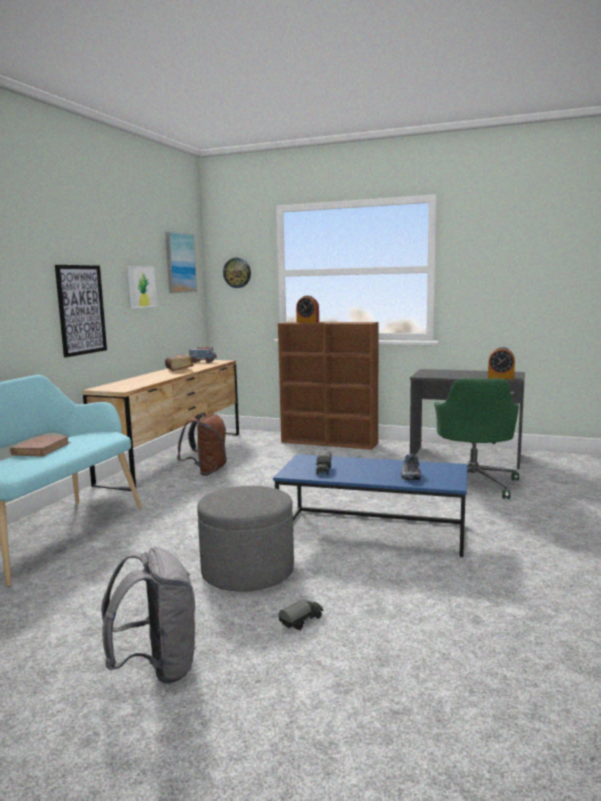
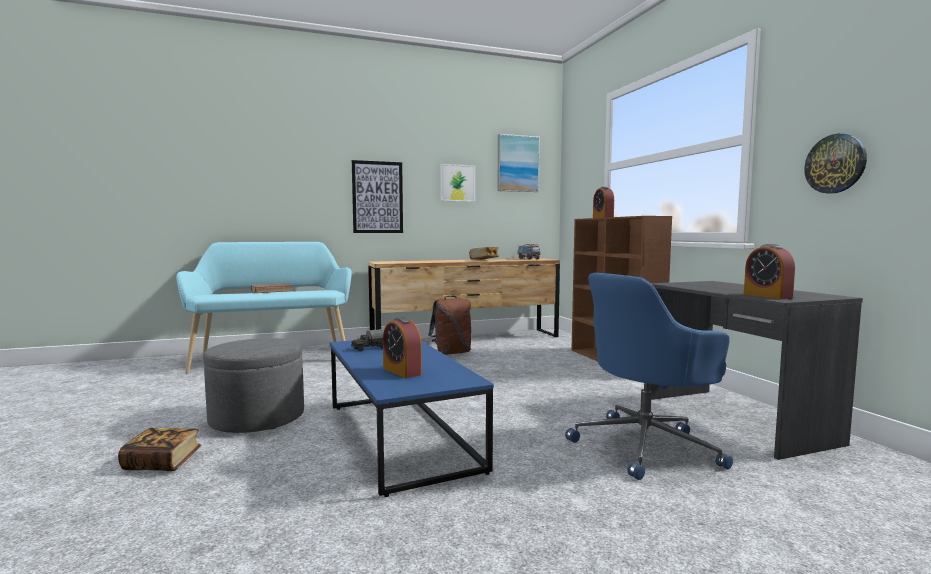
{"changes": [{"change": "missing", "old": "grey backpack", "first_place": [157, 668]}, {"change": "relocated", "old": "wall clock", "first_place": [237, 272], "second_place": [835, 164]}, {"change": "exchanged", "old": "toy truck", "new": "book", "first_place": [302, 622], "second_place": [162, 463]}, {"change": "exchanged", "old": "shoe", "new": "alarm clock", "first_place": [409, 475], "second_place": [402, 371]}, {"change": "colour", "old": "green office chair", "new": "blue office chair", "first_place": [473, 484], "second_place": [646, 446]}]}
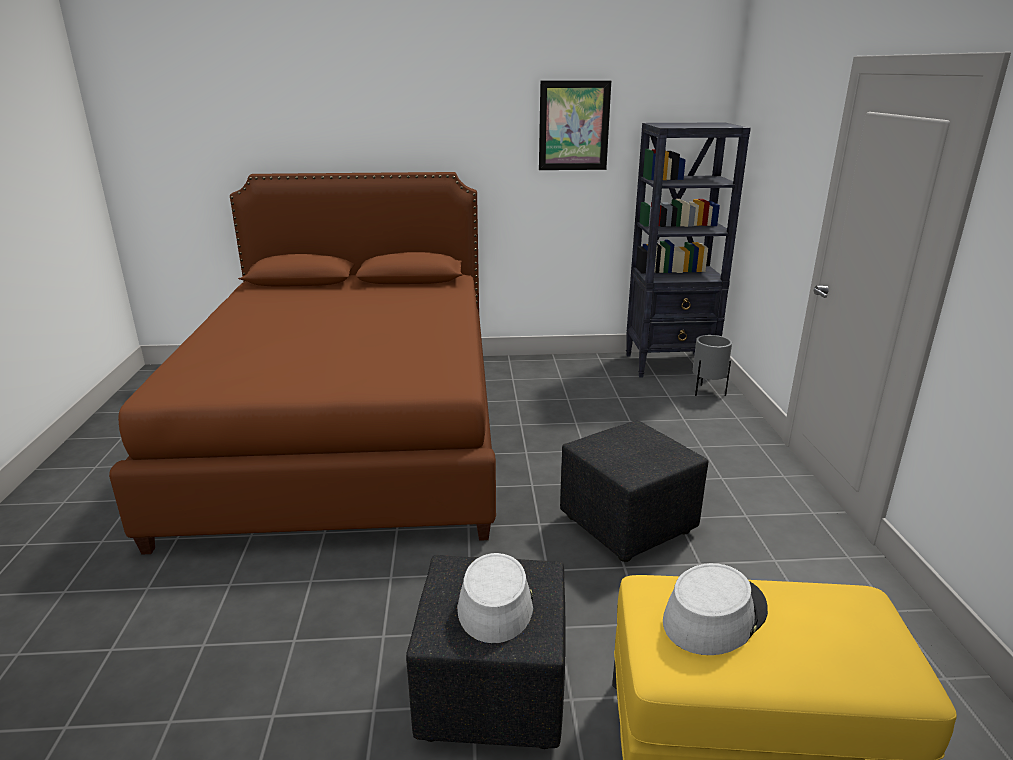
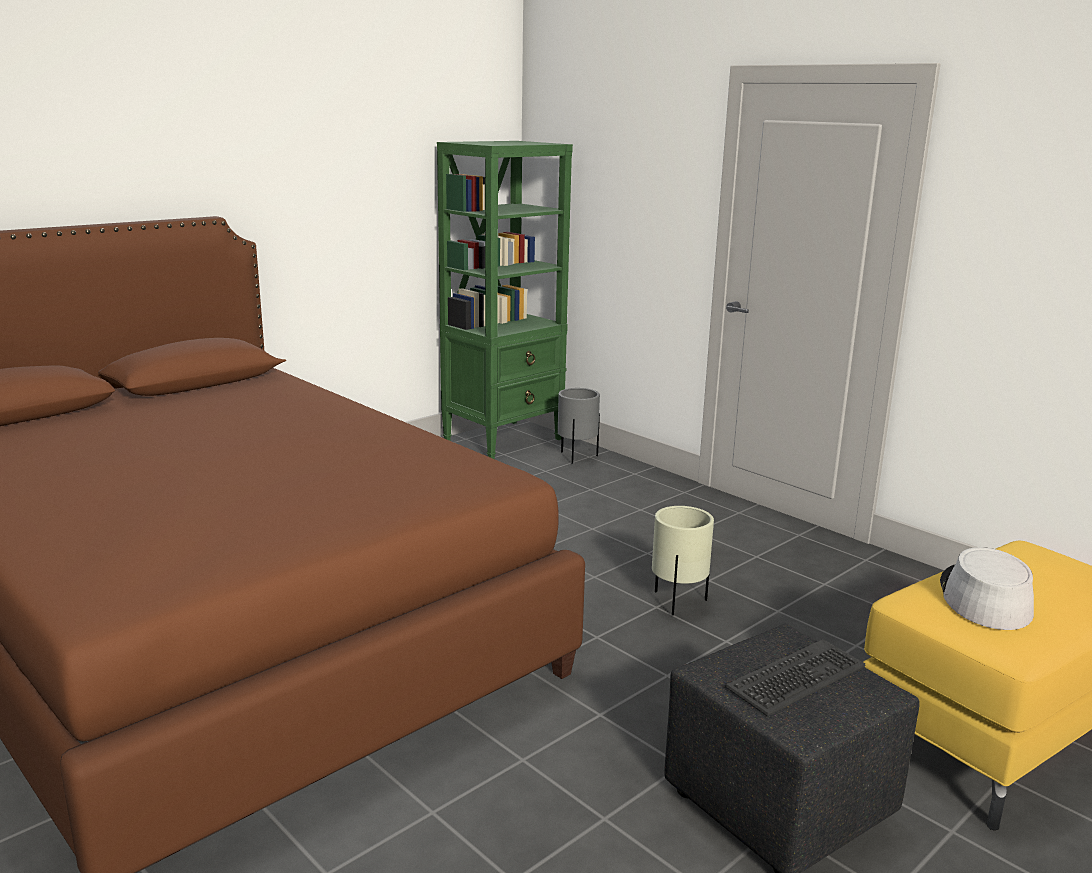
{"changes": [{"change": "missing", "old": "picture", "first_place": [574, 126]}, {"change": "exchanged", "old": "grey hat", "new": "keyboard", "first_place": [495, 601], "second_place": [797, 678]}, {"change": "exchanged", "old": "black ottoman", "new": "beige planter", "first_place": [629, 525], "second_place": [678, 603]}, {"change": "colour", "old": "black bookcase", "new": "green bookcase", "first_place": [670, 365], "second_place": [504, 440]}]}
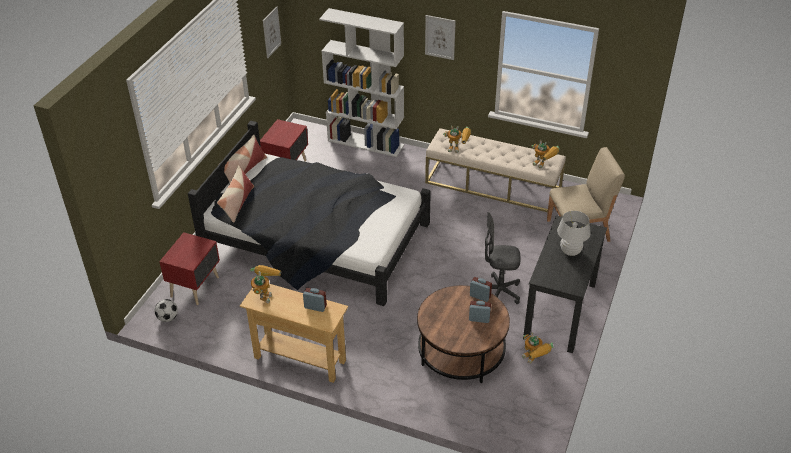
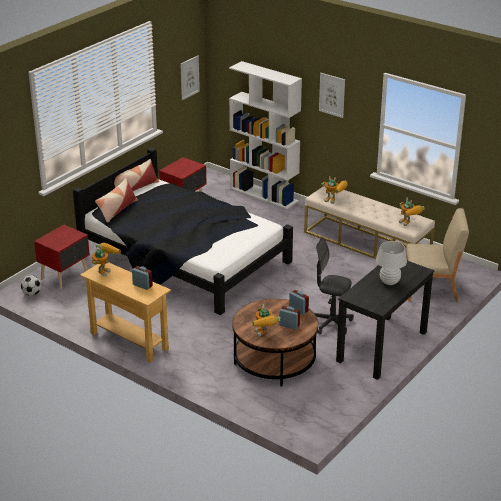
{"changes": [{"change": "relocated", "old": "toy robot", "first_place": [534, 360], "second_place": [264, 335]}]}
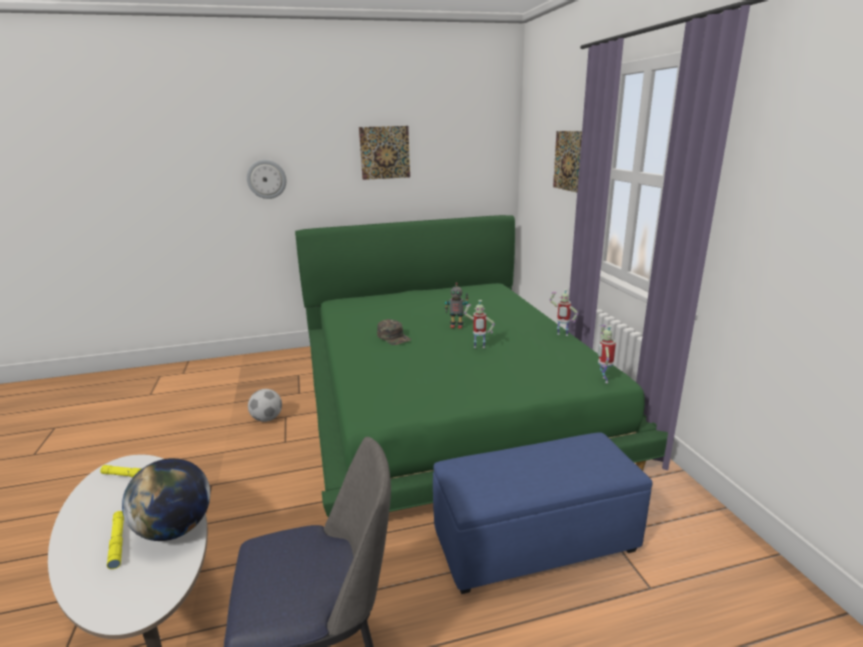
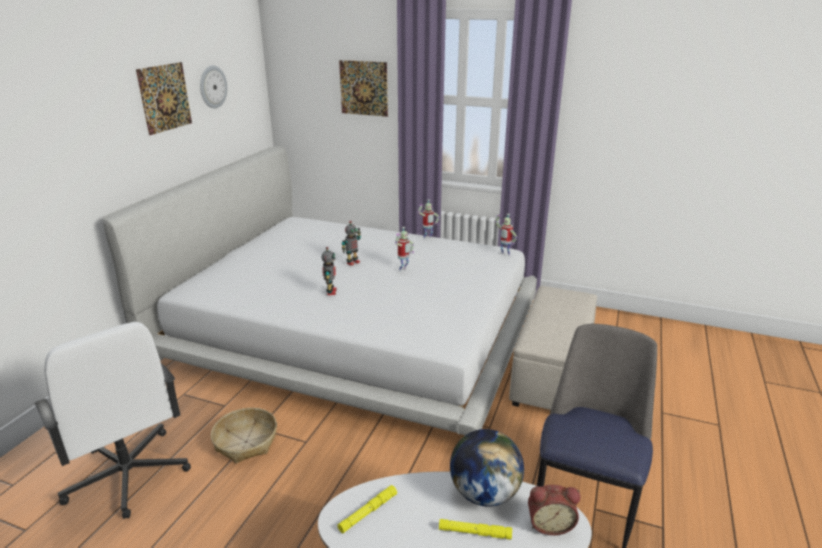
{"changes": [{"change": "appeared", "new": "white office chair", "second_place": [128, 475]}, {"change": "appeared", "new": "alarm clock", "second_place": [549, 523]}, {"change": "relocated", "old": "wall clock", "first_place": [266, 179], "second_place": [212, 87]}, {"change": "exchanged", "old": "football", "new": "basket", "first_place": [267, 419], "second_place": [246, 441]}, {"change": "exchanged", "old": "green cap", "new": "toy robot", "first_place": [394, 337], "second_place": [330, 292]}, {"change": "colour", "old": "green bed", "new": "white bed", "first_place": [447, 395], "second_place": [352, 331]}, {"change": "colour", "old": "blue ottoman", "new": "beige ottoman", "first_place": [536, 542], "second_place": [552, 372]}]}
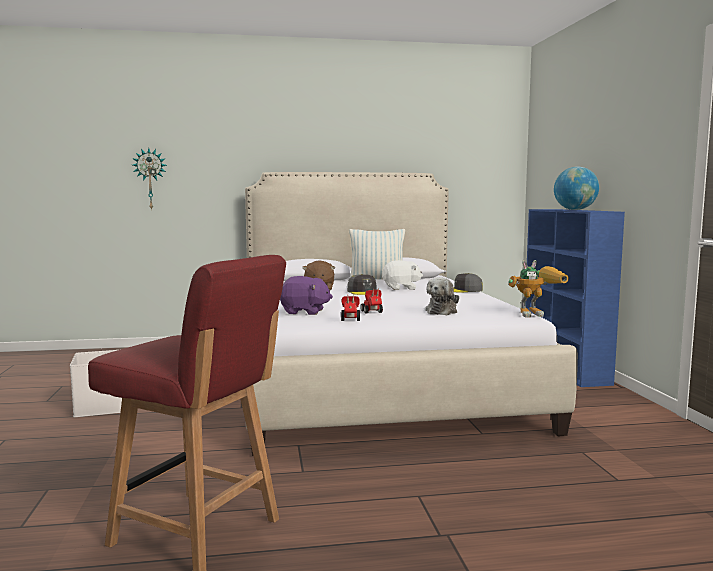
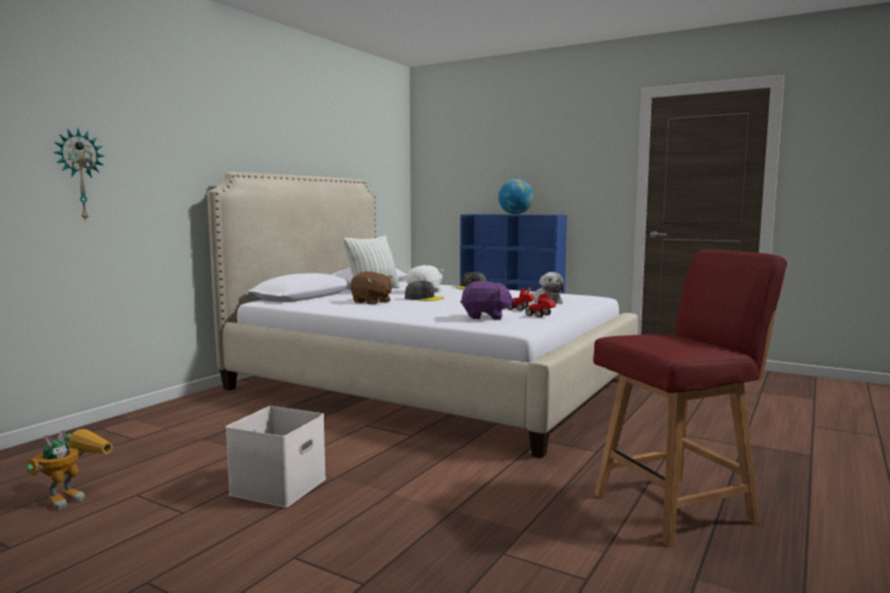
{"changes": [{"change": "relocated", "old": "toy robot", "first_place": [537, 314], "second_place": [74, 496]}, {"change": "spun", "old": "purple plush toy", "first_place": [304, 312], "second_place": [485, 317], "degrees": 45}]}
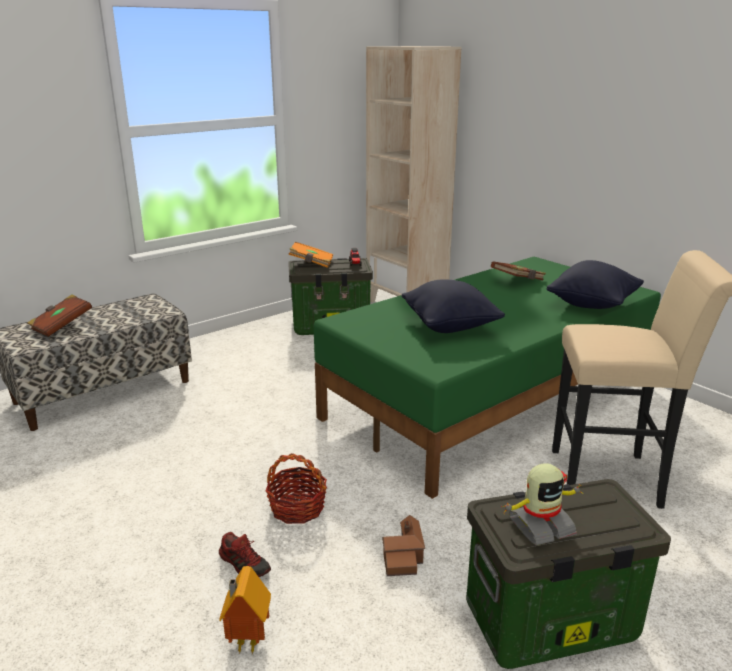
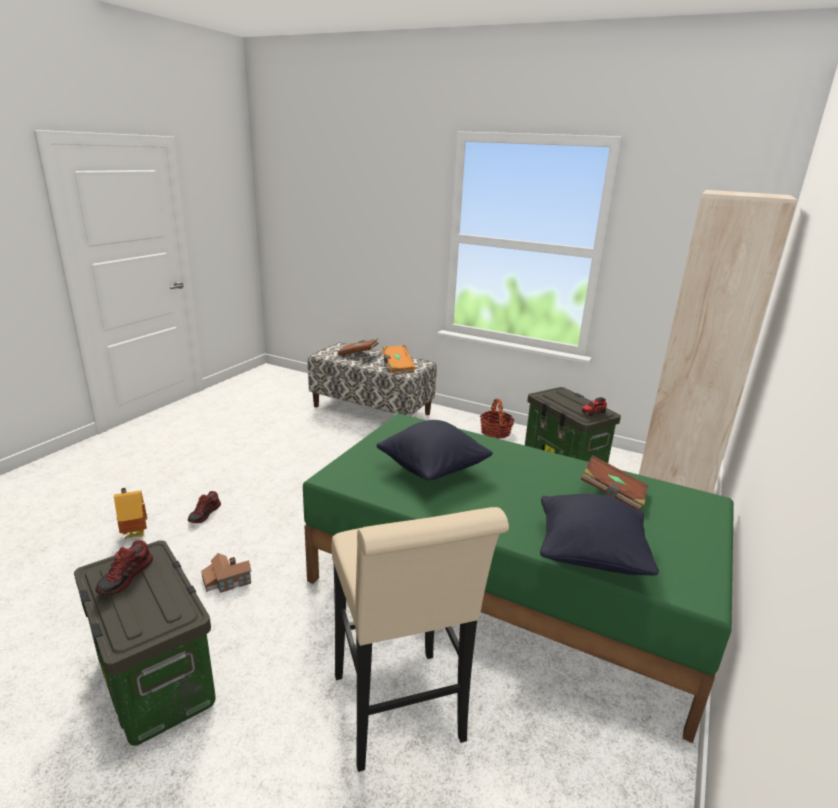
{"changes": [{"change": "relocated", "old": "basket", "first_place": [297, 508], "second_place": [495, 432]}, {"change": "relocated", "old": "orange book", "first_place": [311, 263], "second_place": [397, 366]}, {"change": "exchanged", "old": "toy robot", "new": "shoe", "first_place": [540, 525], "second_place": [126, 577]}]}
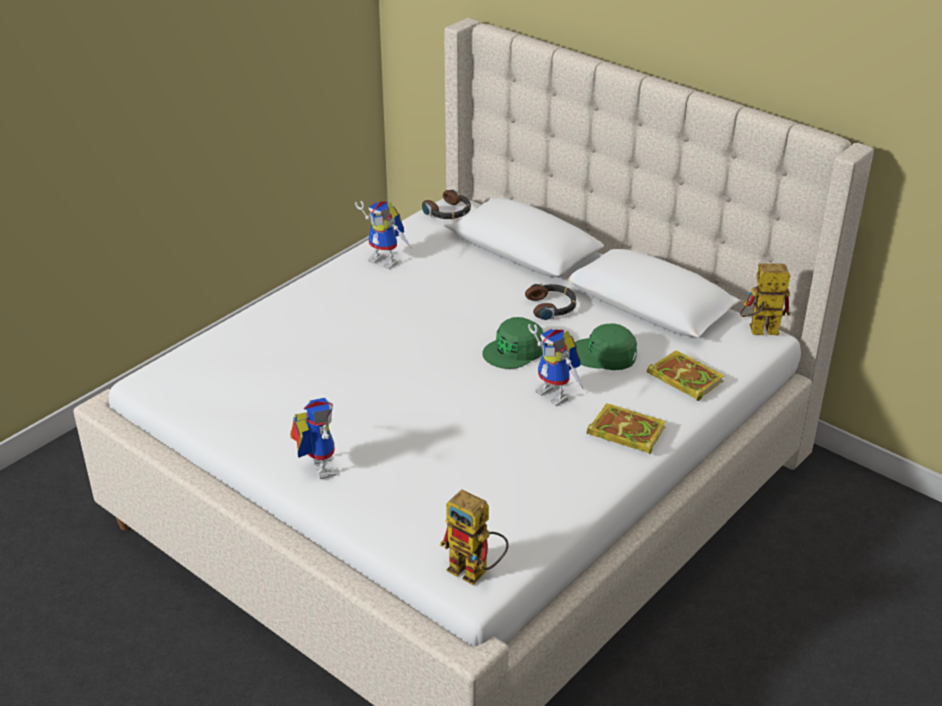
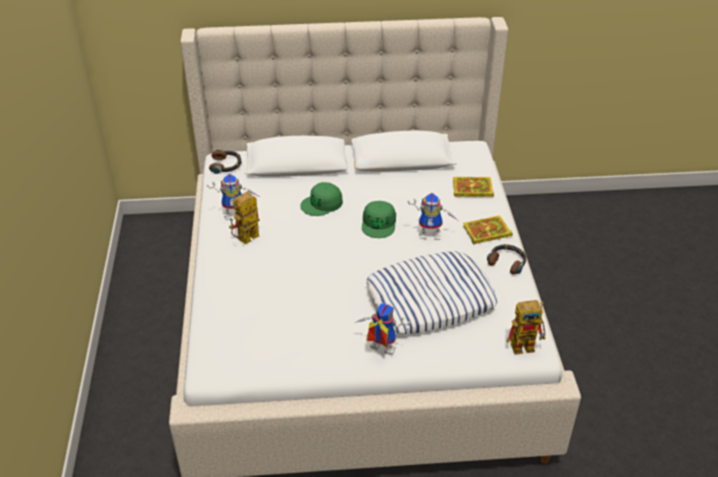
{"changes": [{"change": "appeared", "new": "pillow", "second_place": [430, 299]}, {"change": "relocated", "old": "headphones", "first_place": [552, 306], "second_place": [507, 262]}, {"change": "relocated", "old": "green cap", "first_place": [604, 354], "second_place": [322, 204]}, {"change": "relocated", "old": "toy robot", "first_place": [757, 331], "second_place": [246, 240]}]}
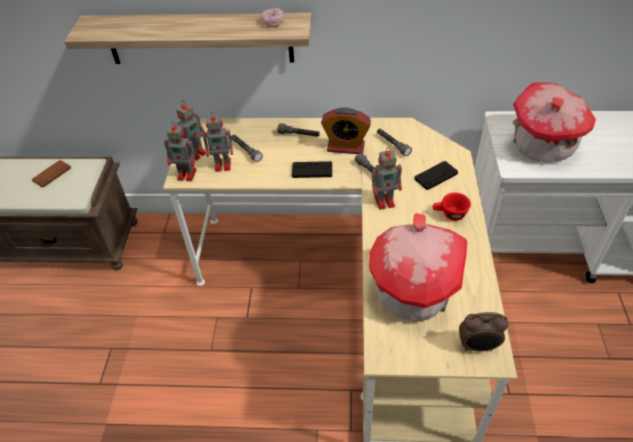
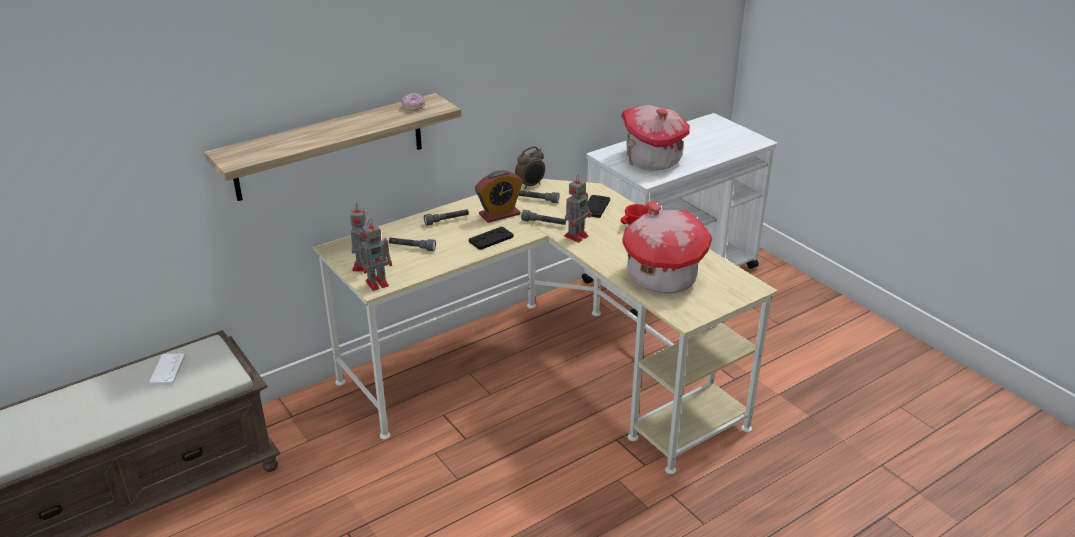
{"changes": [{"change": "missing", "old": "toy robot", "first_place": [224, 164]}, {"change": "relocated", "old": "alarm clock", "first_place": [478, 346], "second_place": [530, 185]}, {"change": "colour", "old": "brown game controller", "new": "white game controller", "first_place": [52, 174], "second_place": [168, 370]}]}
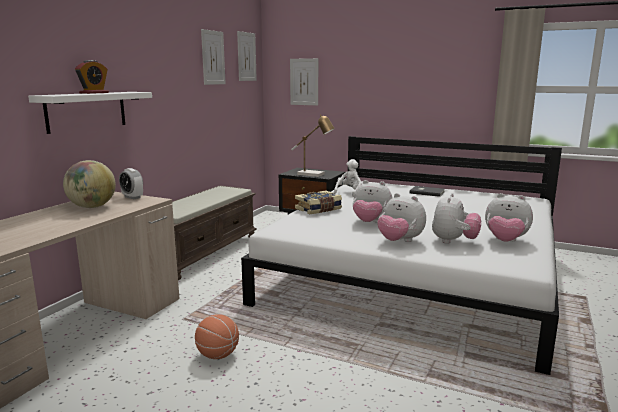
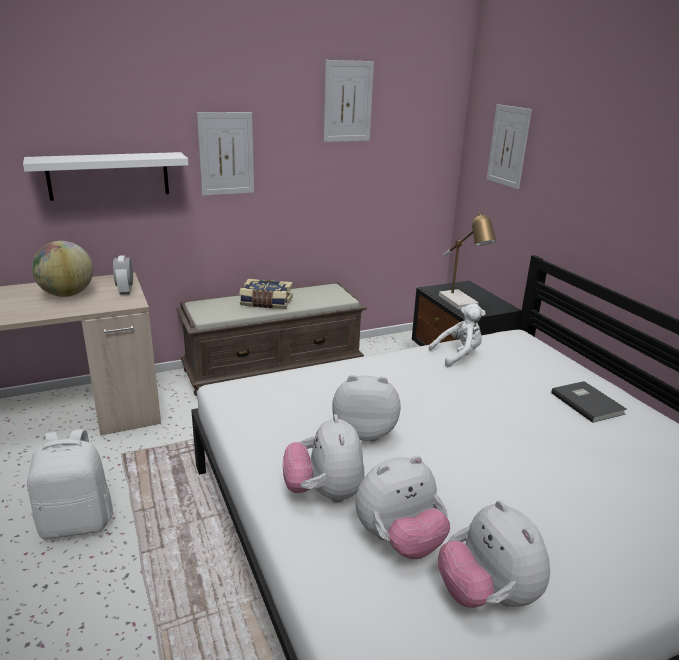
{"changes": [{"change": "missing", "old": "alarm clock", "first_place": [94, 93]}, {"change": "relocated", "old": "picture", "first_place": [246, 56], "second_place": [226, 154]}, {"change": "relocated", "old": "book", "first_place": [319, 209], "second_place": [266, 303]}, {"change": "exchanged", "old": "basketball", "new": "white backpack", "first_place": [217, 355], "second_place": [77, 522]}, {"change": "spun", "old": "plush toy", "first_place": [370, 222], "second_place": [364, 432], "degrees": 120}]}
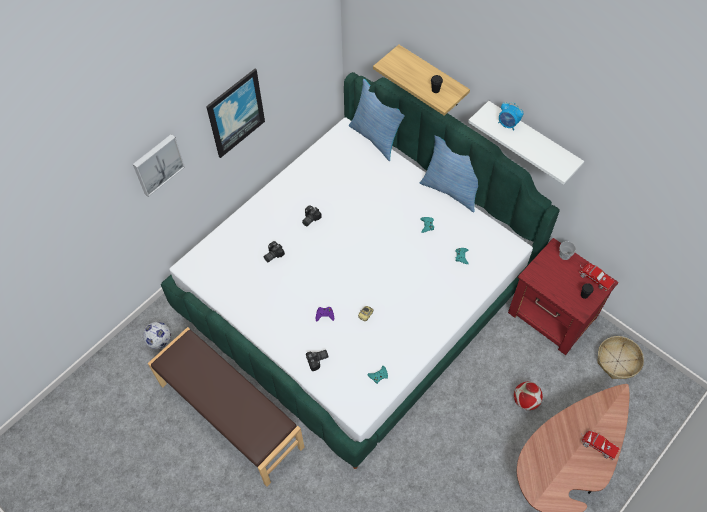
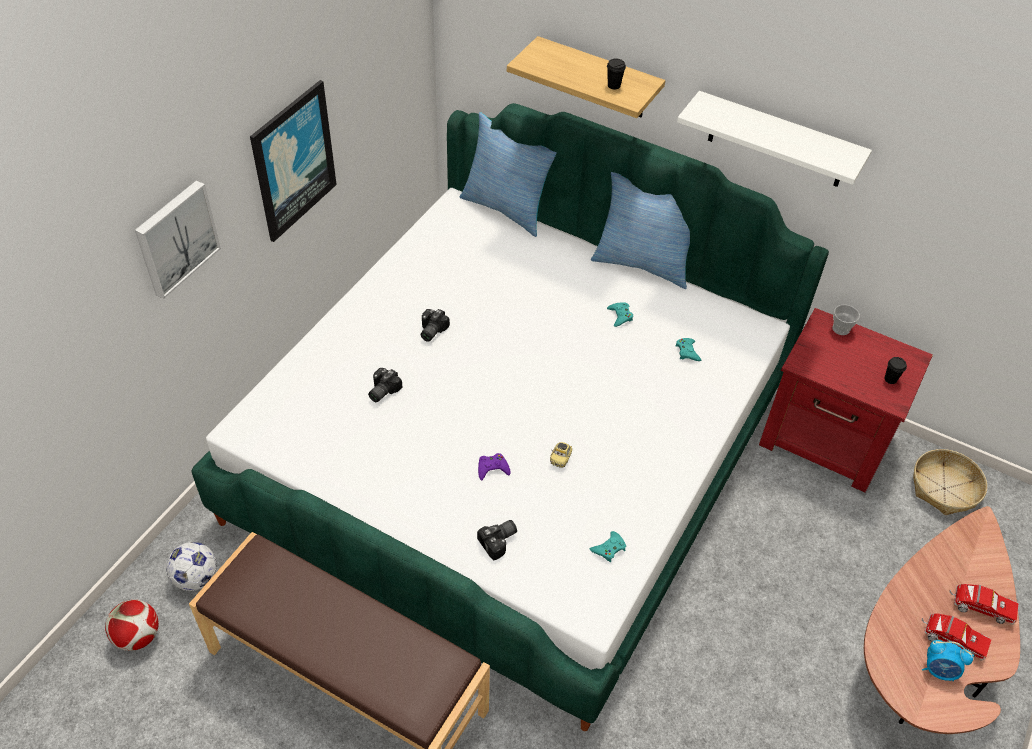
{"changes": [{"change": "relocated", "old": "alarm clock", "first_place": [508, 124], "second_place": [939, 670]}, {"change": "relocated", "old": "football", "first_place": [525, 401], "second_place": [138, 636]}, {"change": "relocated", "old": "toy truck", "first_place": [593, 278], "second_place": [950, 639]}]}
